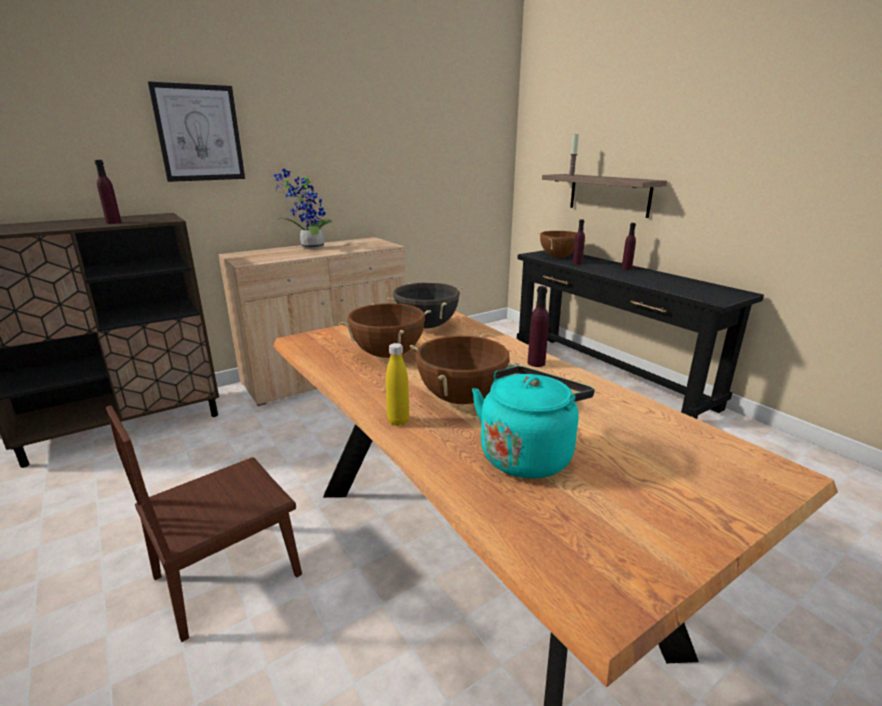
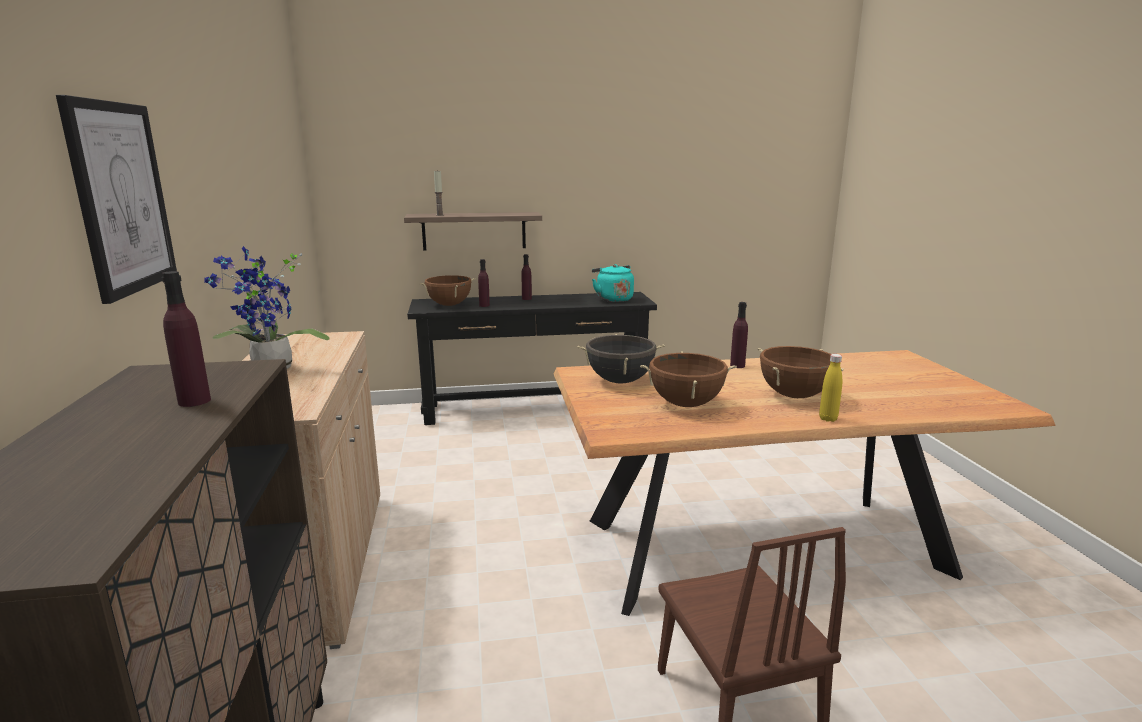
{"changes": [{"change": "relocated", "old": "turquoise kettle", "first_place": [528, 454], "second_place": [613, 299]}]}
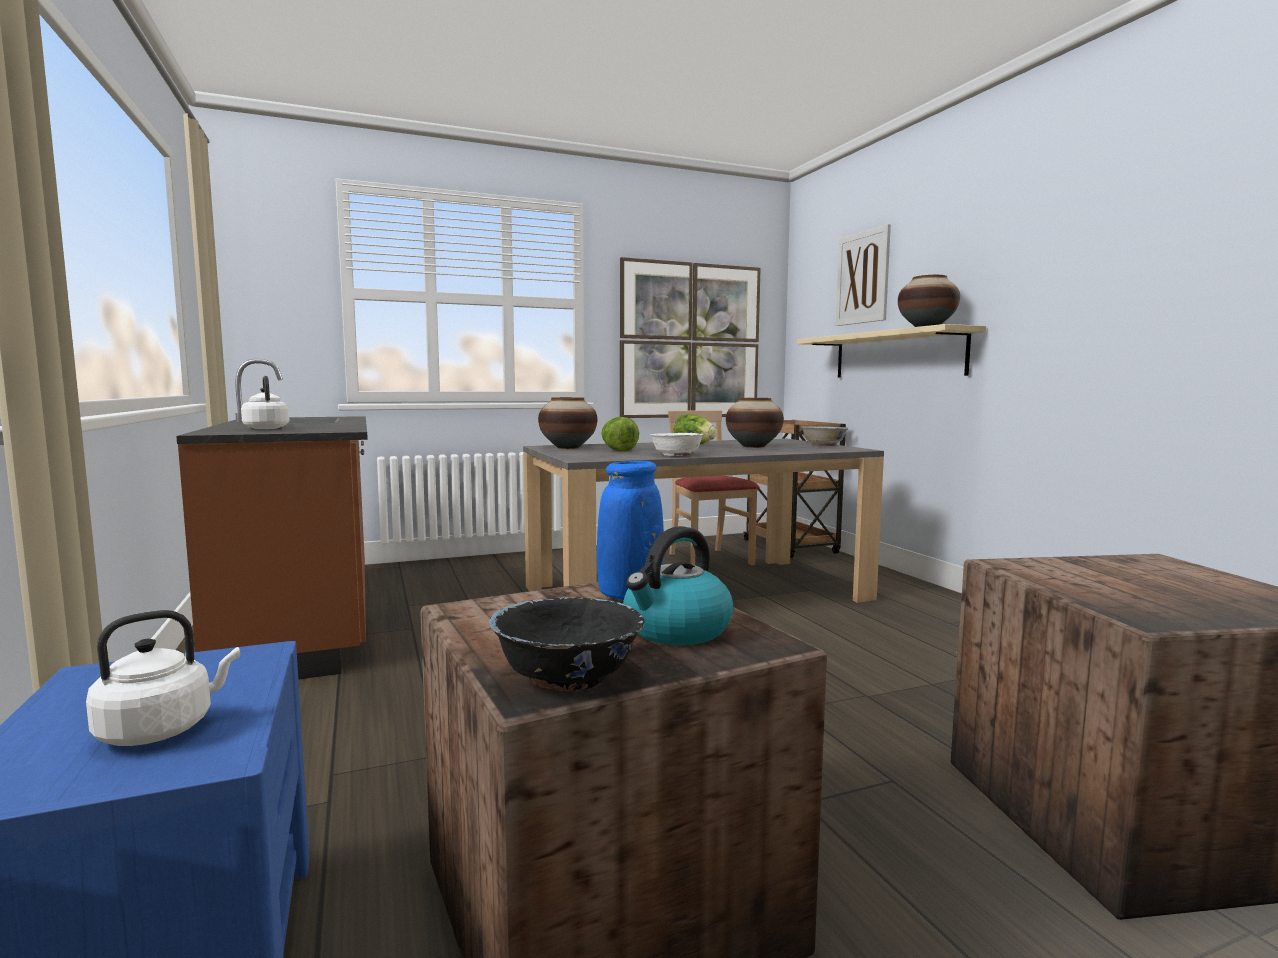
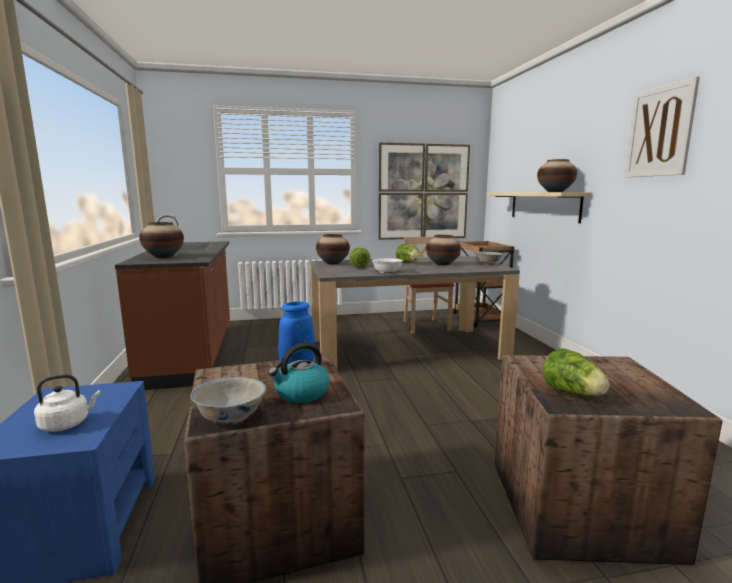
{"changes": [{"change": "appeared", "new": "lettuce", "second_place": [572, 393]}, {"change": "relocated", "old": "picture", "first_place": [862, 278], "second_place": [659, 131]}, {"change": "exchanged", "old": "white kettle", "new": "vase", "first_place": [266, 428], "second_place": [163, 257]}, {"change": "colour", "old": "black bowl", "new": "white bowl", "first_place": [567, 675], "second_place": [230, 416]}]}
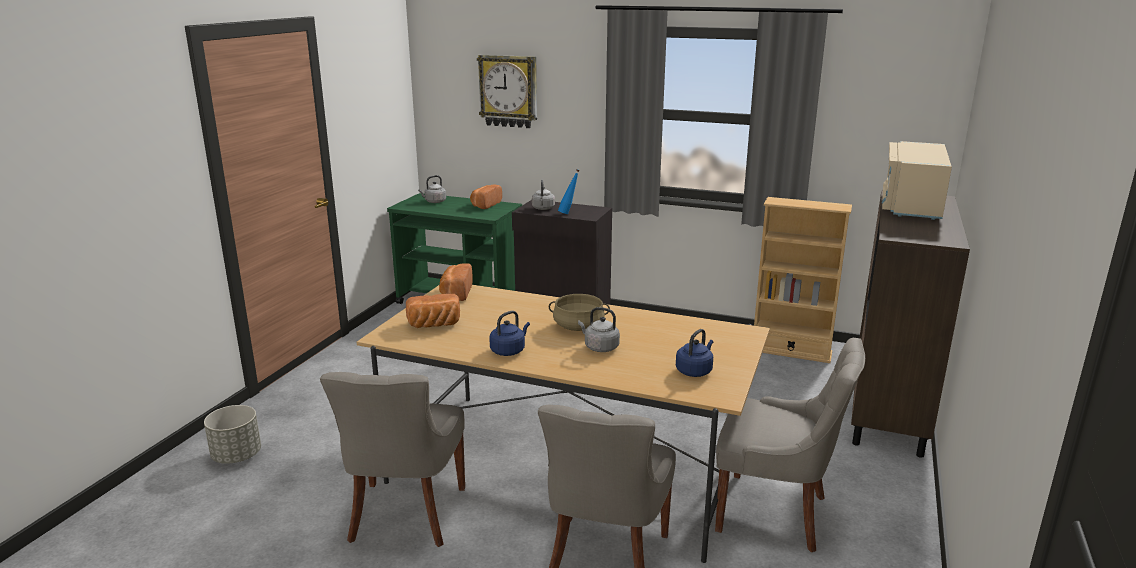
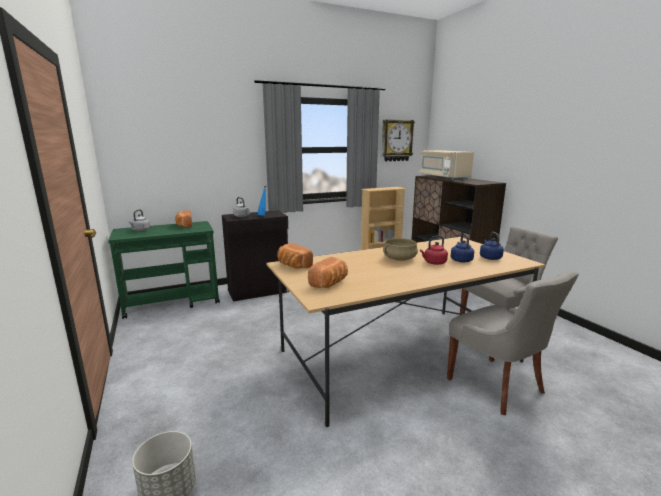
{"changes": [{"change": "missing", "old": "grey chair", "first_place": [405, 515]}, {"change": "relocated", "old": "wall clock", "first_place": [509, 91], "second_place": [396, 140]}, {"change": "relocated", "old": "blue kettle", "first_place": [509, 350], "second_place": [461, 260]}, {"change": "colour", "old": "grey kettle", "new": "red kettle", "first_place": [599, 347], "second_place": [434, 263]}]}
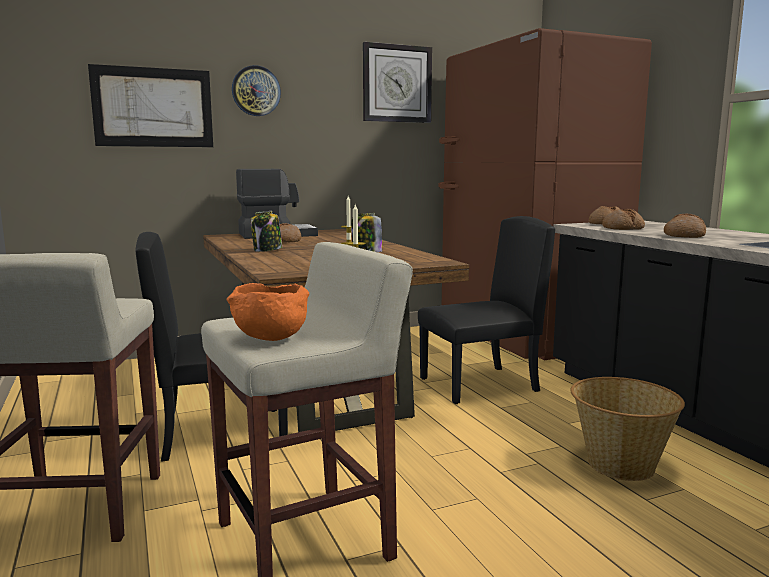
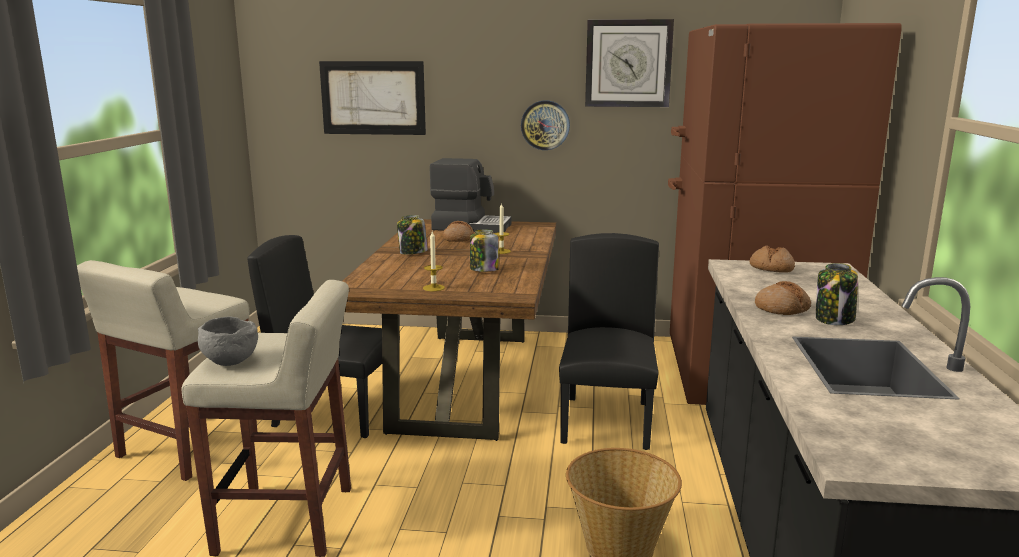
{"changes": [{"change": "missing", "old": "bread", "first_place": [622, 228]}, {"change": "appeared", "new": "jar", "second_place": [834, 319]}, {"change": "relocated", "old": "wall clock", "first_place": [256, 91], "second_place": [545, 125]}, {"change": "colour", "old": "orange bowl", "new": "grey bowl", "first_place": [269, 339], "second_place": [228, 362]}, {"change": "spun", "old": "black chair", "first_place": [479, 385], "second_place": [607, 422], "degrees": -90}]}
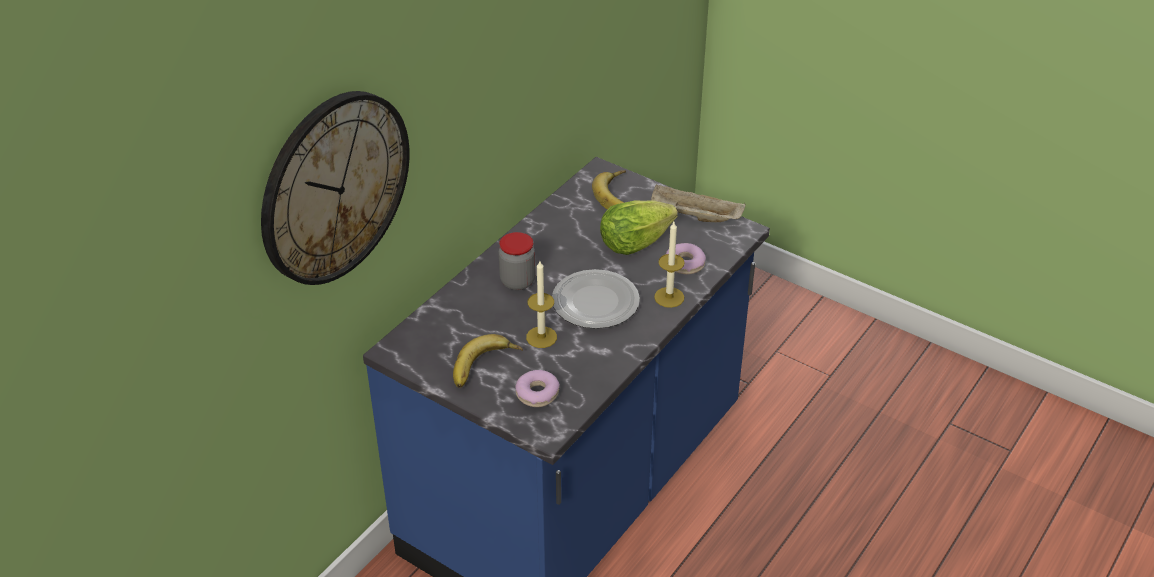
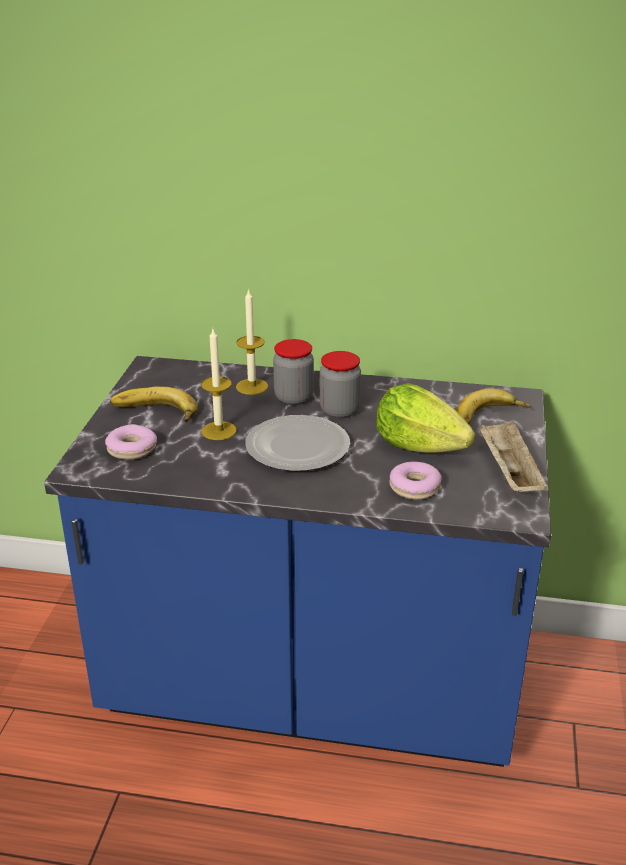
{"changes": [{"change": "missing", "old": "wall clock", "first_place": [334, 187]}, {"change": "appeared", "new": "jar", "second_place": [339, 410]}, {"change": "relocated", "old": "candle", "first_place": [669, 297], "second_place": [252, 386]}]}
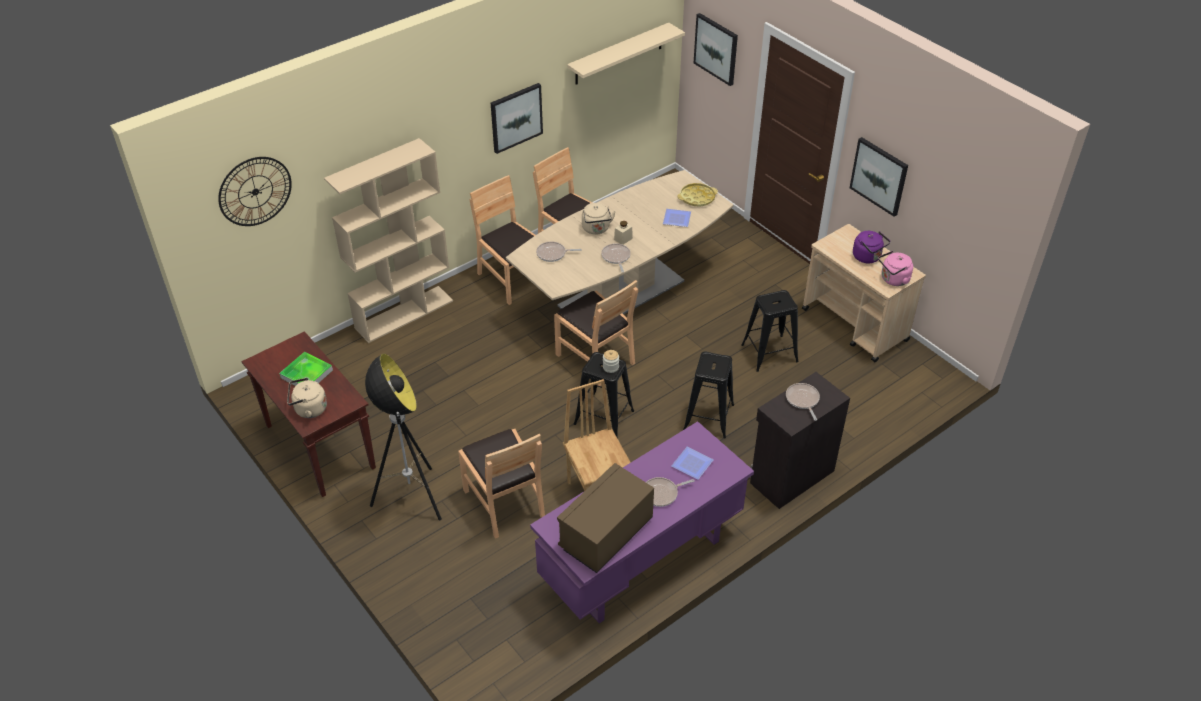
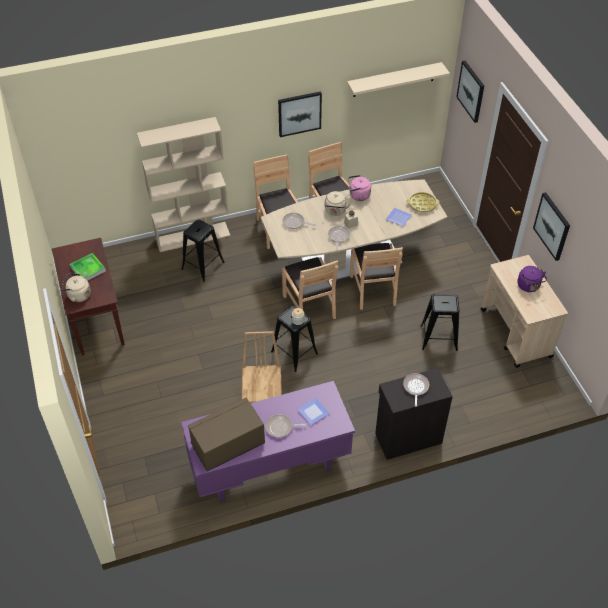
{"changes": [{"change": "missing", "old": "wall clock", "first_place": [255, 191]}, {"change": "missing", "old": "floor lamp", "first_place": [411, 498]}, {"change": "relocated", "old": "brown chair", "first_place": [505, 502], "second_place": [373, 290]}, {"change": "relocated", "old": "black stool", "first_place": [708, 416], "second_place": [203, 265]}, {"change": "relocated", "old": "pink kettle", "first_place": [893, 280], "second_place": [358, 195]}]}
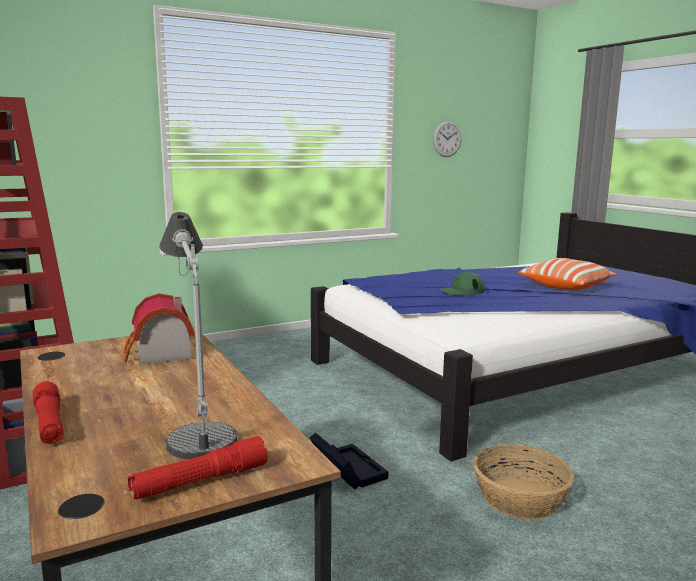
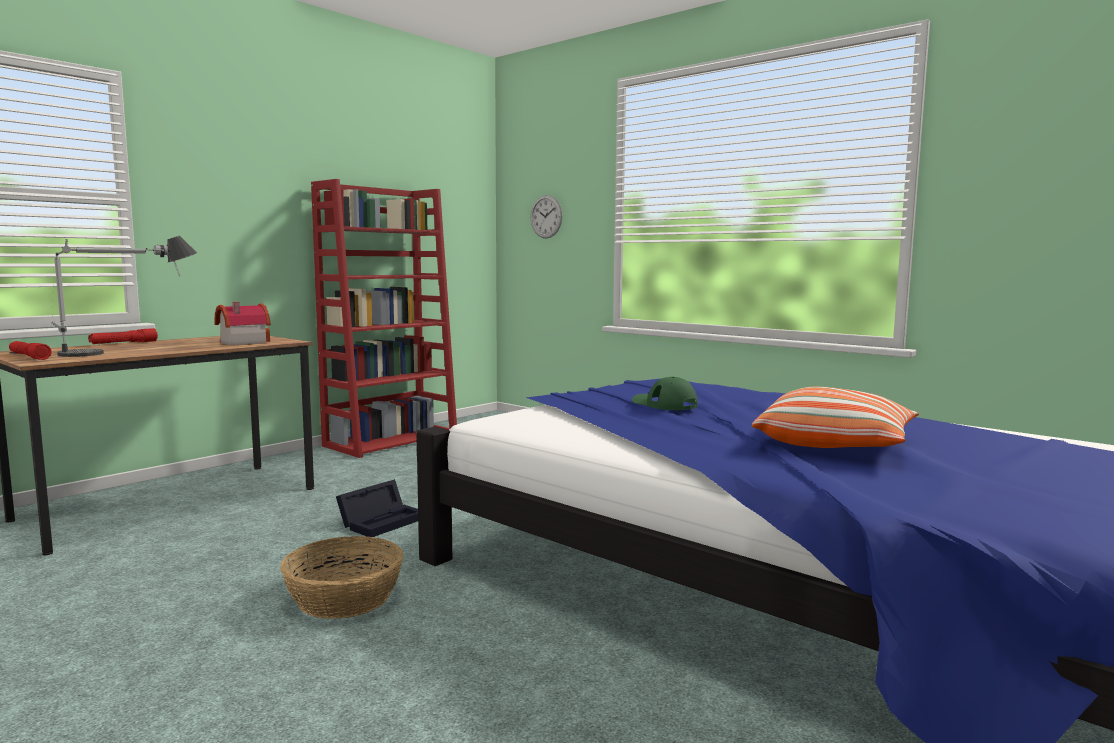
{"changes": [{"change": "relocated", "old": "wall clock", "first_place": [447, 139], "second_place": [546, 216]}]}
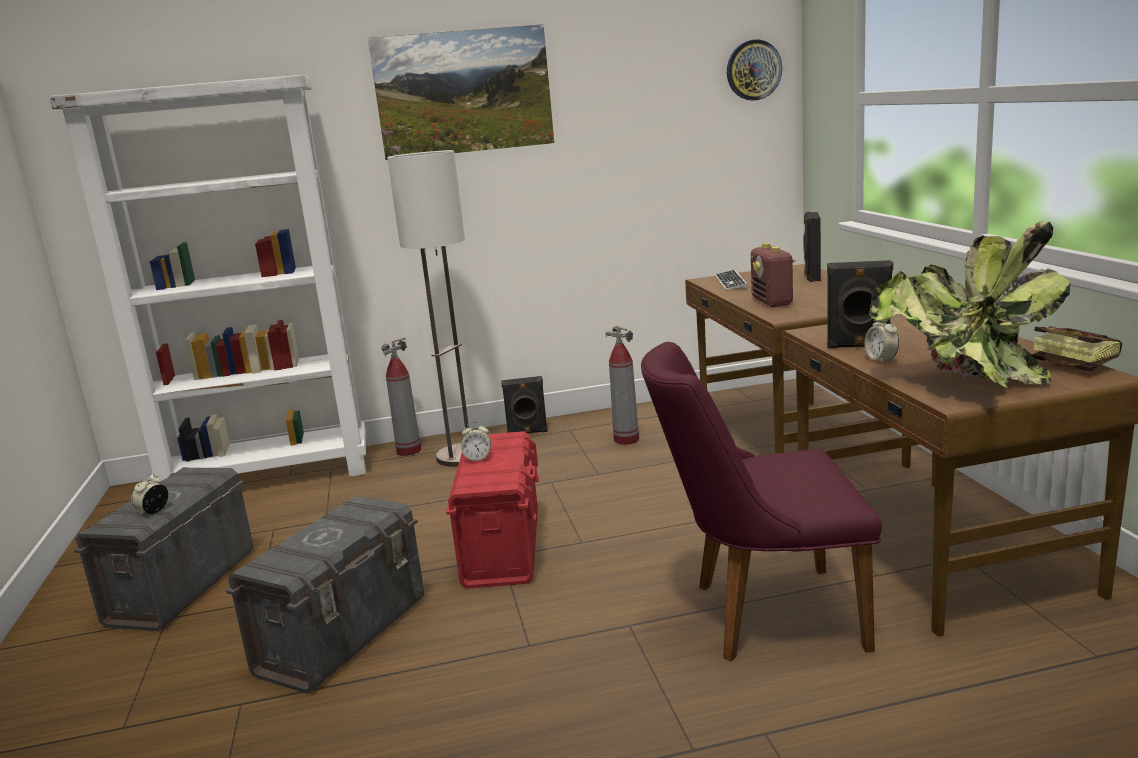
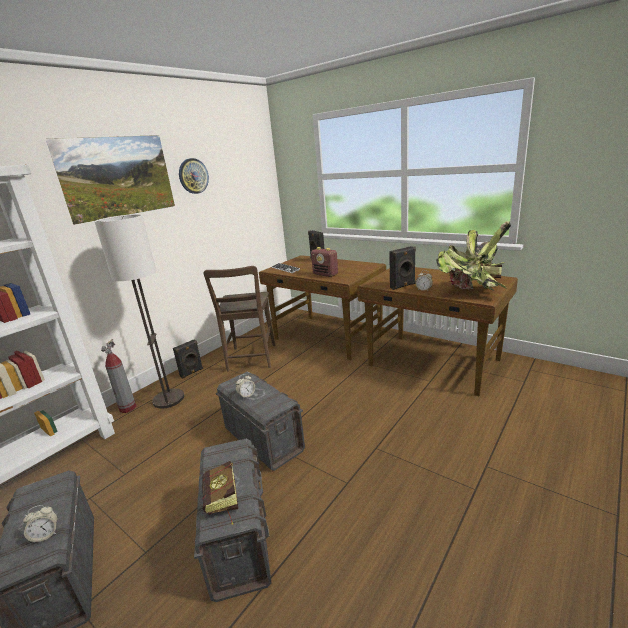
{"changes": [{"change": "missing", "old": "purple chair", "first_place": [761, 615]}, {"change": "appeared", "new": "book", "second_place": [222, 503]}, {"change": "relocated", "old": "wall clock", "first_place": [753, 70], "second_place": [193, 176]}, {"change": "exchanged", "old": "fire extinguisher", "new": "brown chair", "first_place": [626, 440], "second_place": [251, 359]}, {"change": "colour", "old": "red storage box", "new": "grey storage box", "first_place": [503, 547], "second_place": [263, 439]}, {"change": "spun", "old": "alarm clock", "first_place": [154, 511], "second_place": [46, 534], "degrees": -105}]}
